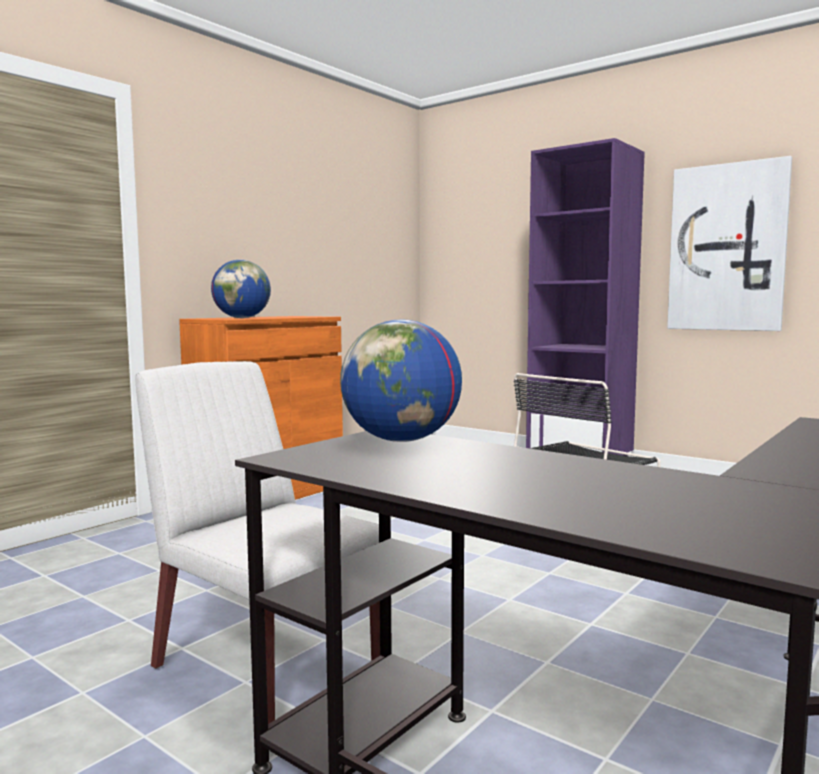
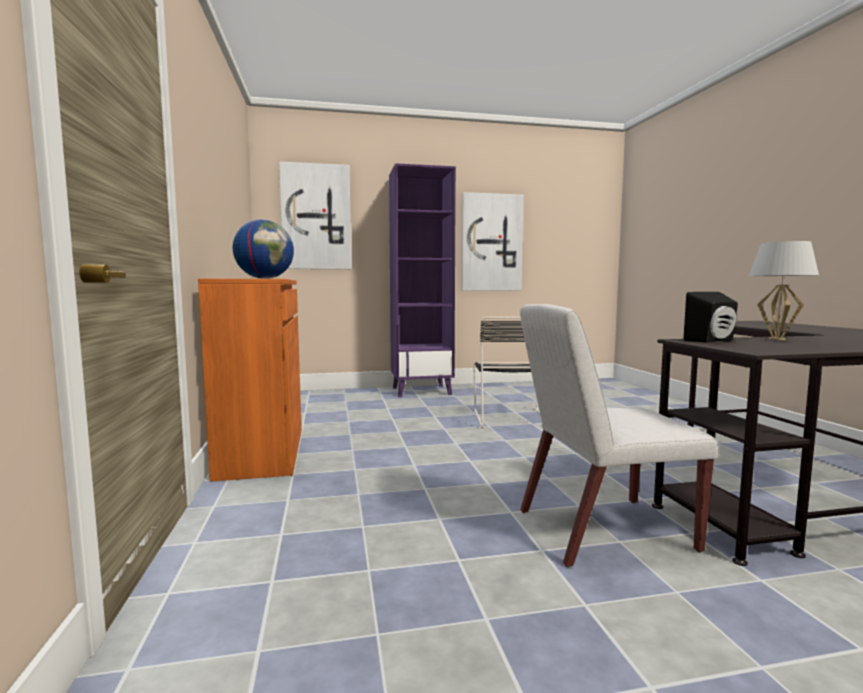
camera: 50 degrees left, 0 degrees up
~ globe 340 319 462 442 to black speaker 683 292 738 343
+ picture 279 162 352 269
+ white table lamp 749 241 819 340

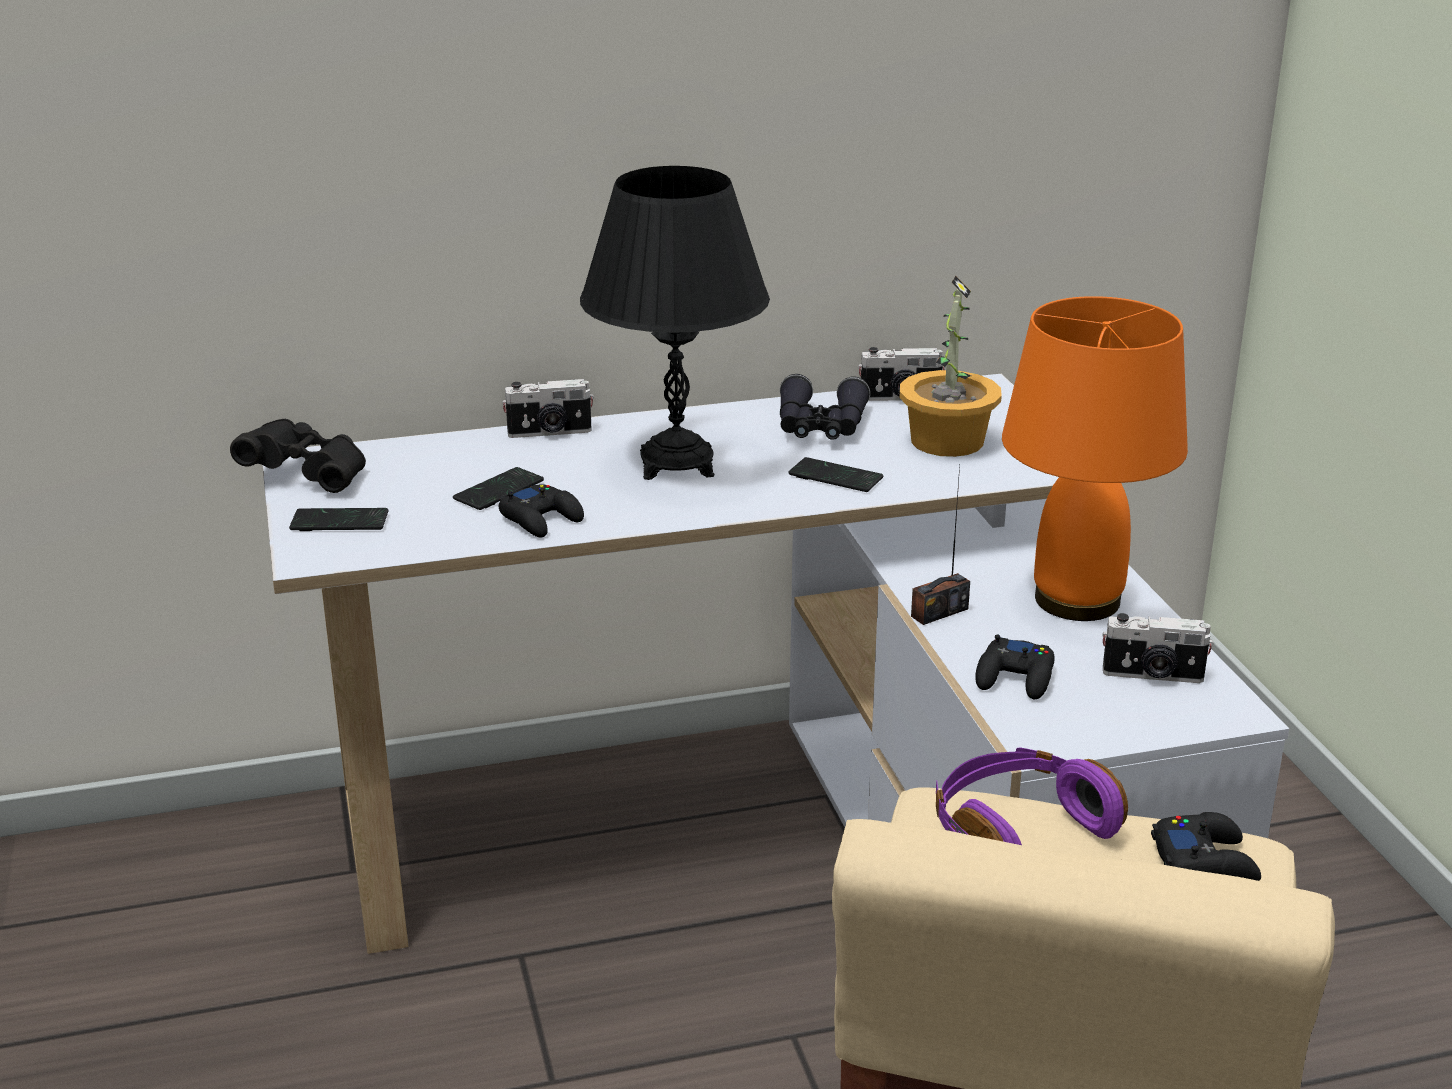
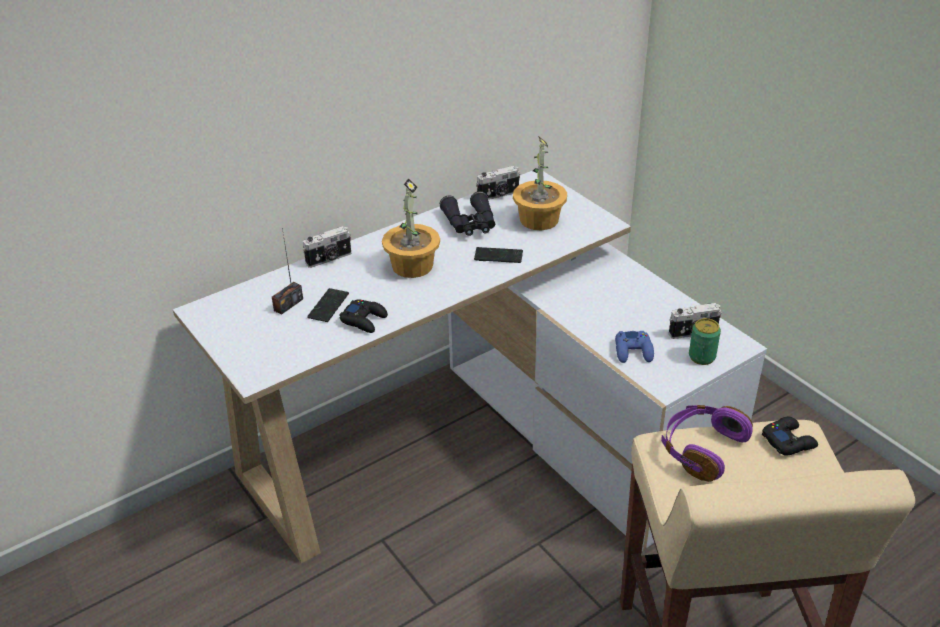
camera: 20 degrees left, 10 degrees up
- black binoculars 230 419 366 493
- phone 289 508 388 531
~ black table lamp 580 166 770 480 to potted plant 382 178 440 278
~ radio 911 465 970 625 to 272 228 303 315
~ black game controller 975 635 1055 699 to blue game controller 615 331 654 363
- orange table lamp 1002 296 1188 621
+ can 689 318 721 365

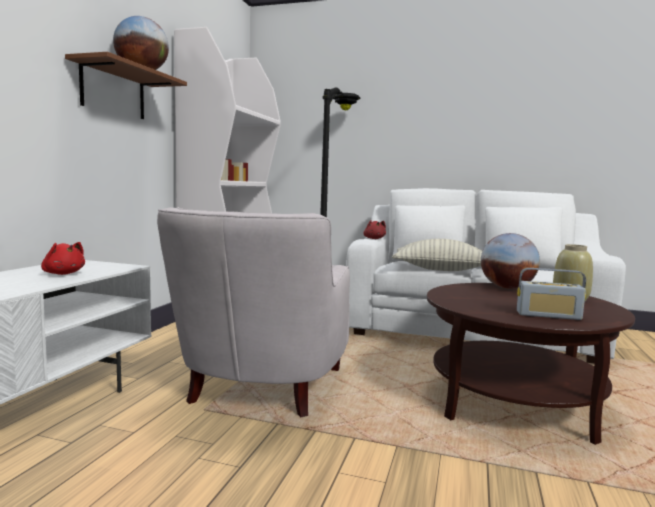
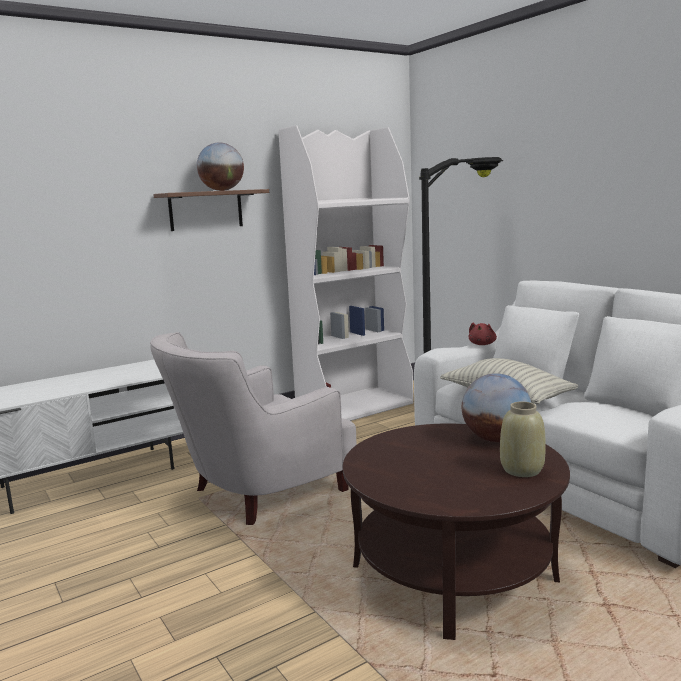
camera: 40 degrees right, 5 degrees up
- red plush toy 41 242 85 275
- radio 517 268 586 320

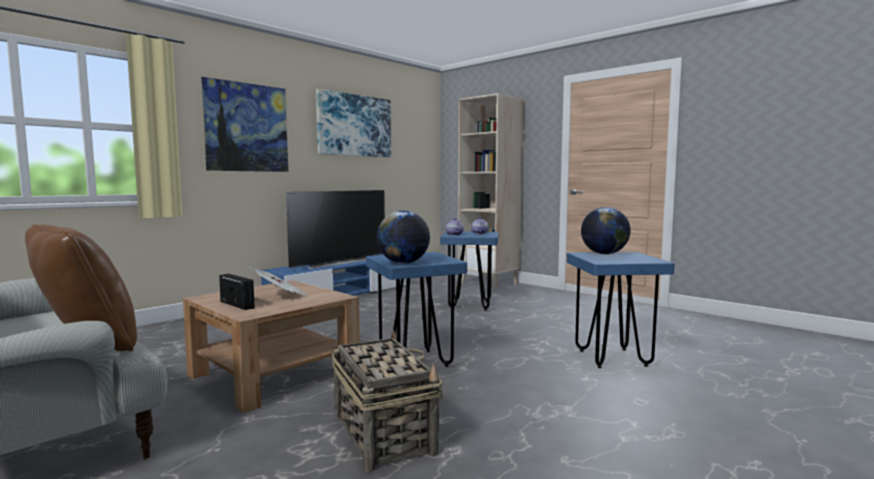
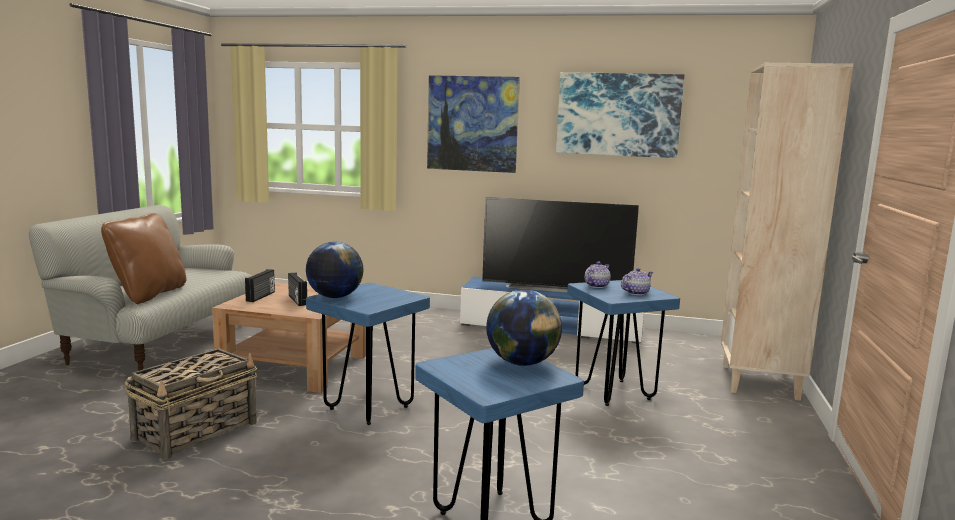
camera: 60 degrees right, 5 degrees up
~ newspaper 249 267 308 296 to radio 288 273 307 306

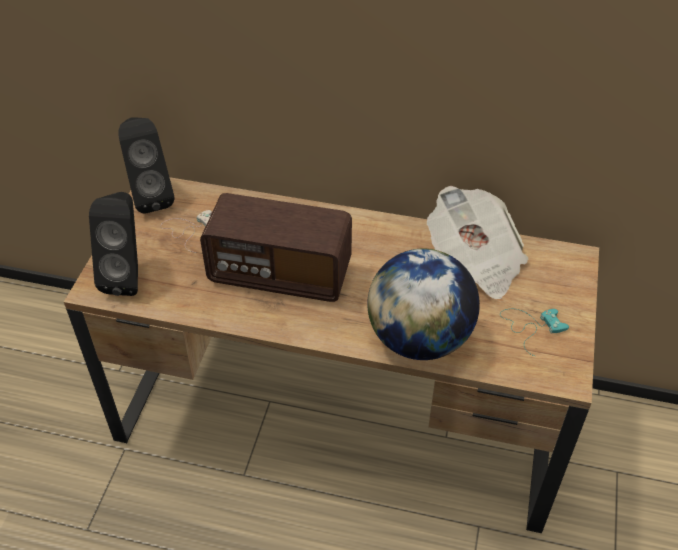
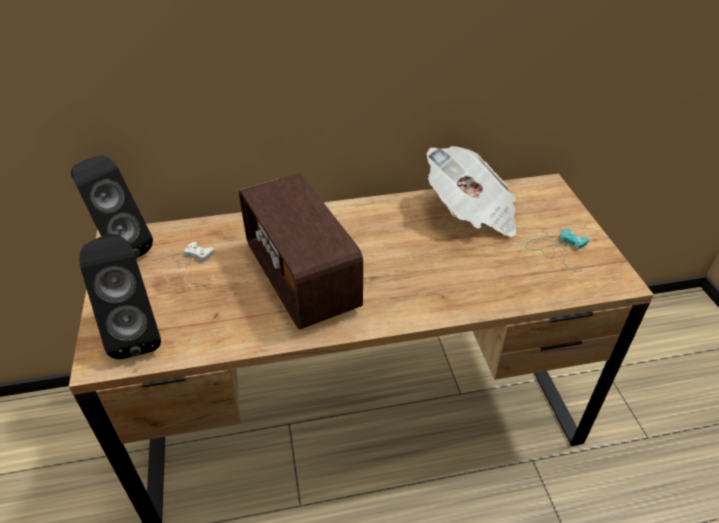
camera: 25 degrees left, 5 degrees down
~ radio 200 193 352 302 = 239 173 363 330 75 degrees clockwise
- globe 367 249 480 360

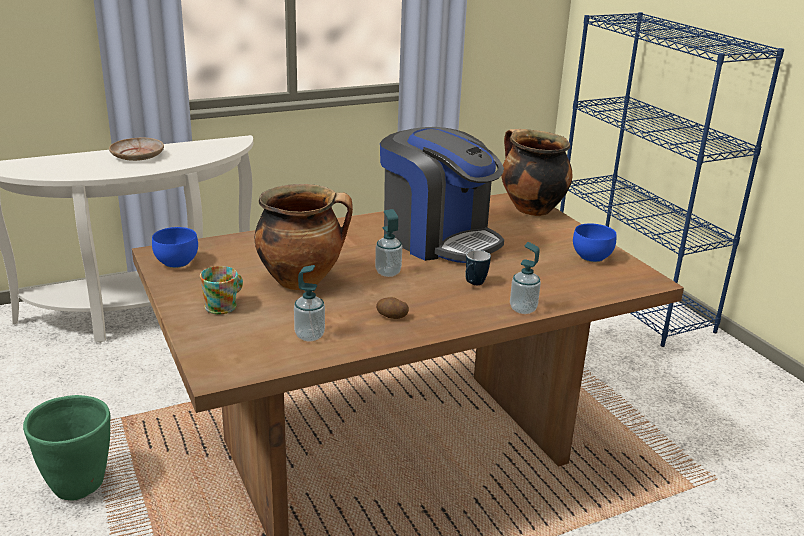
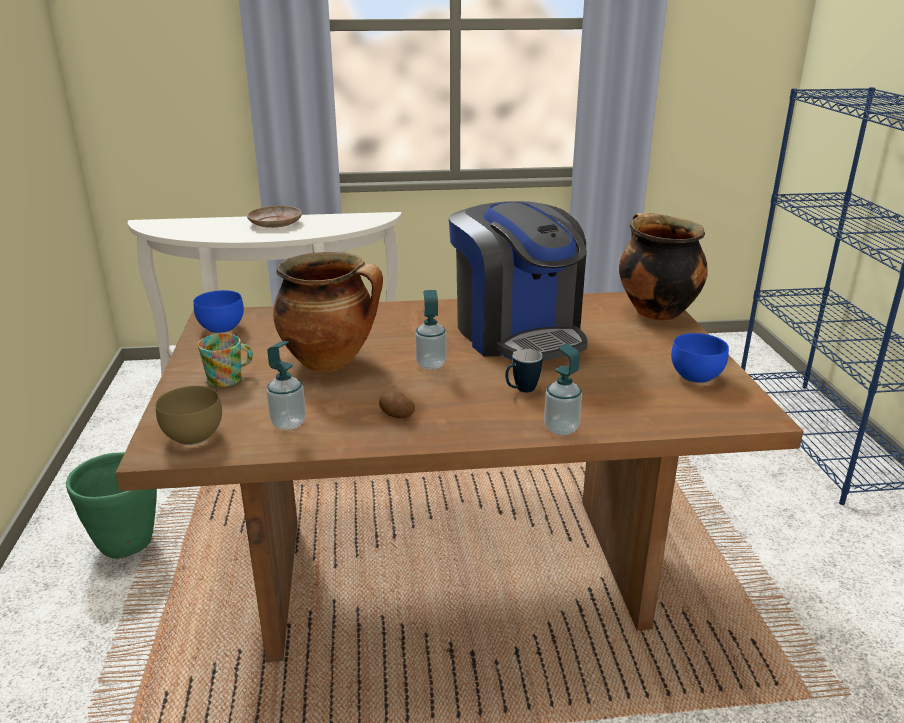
camera: 20 degrees right, 0 degrees up
+ brown bowl 156 386 222 445

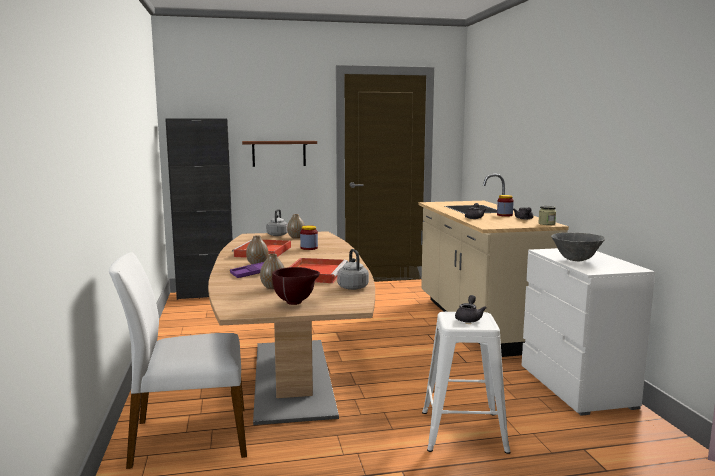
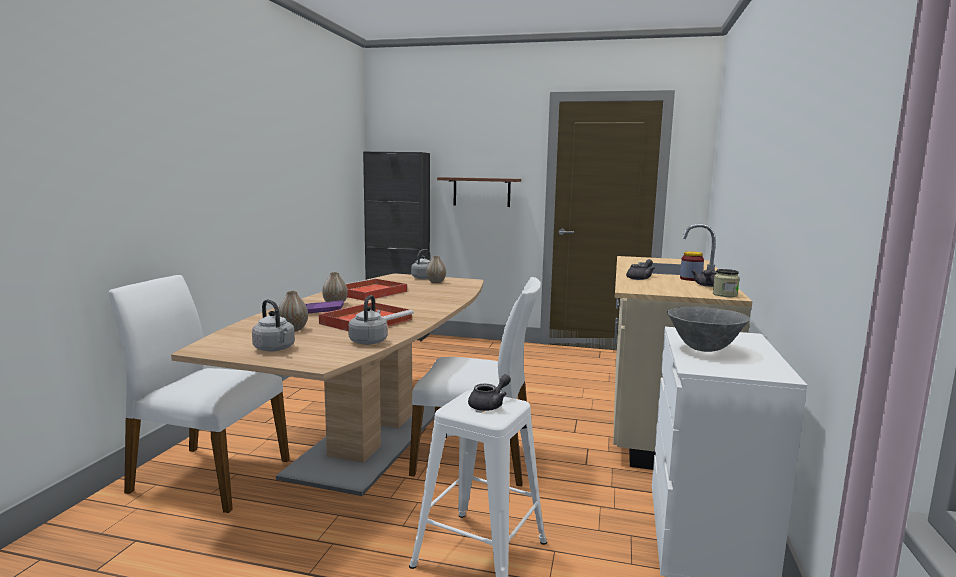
camera: 25 degrees right, 0 degrees up
~ brown bowl 272 267 320 305 to grey kettle 252 299 295 351
- jar 300 226 318 250
+ white chair 409 277 541 486

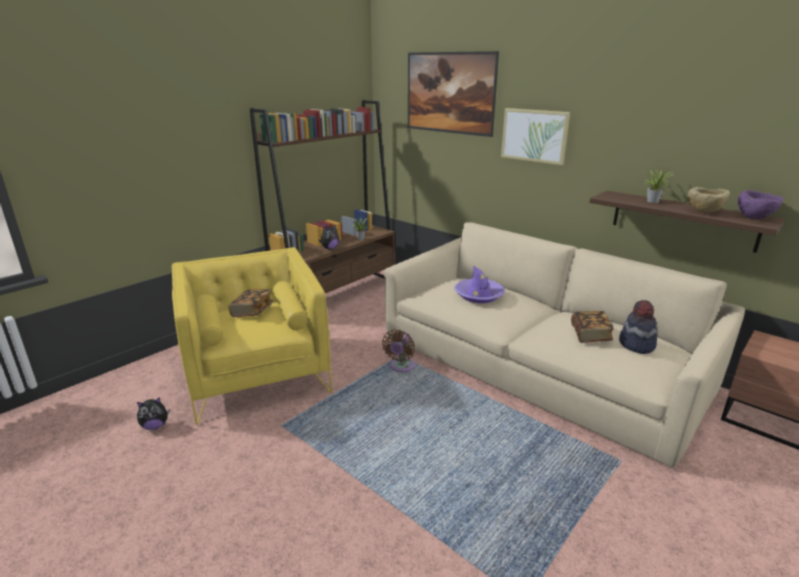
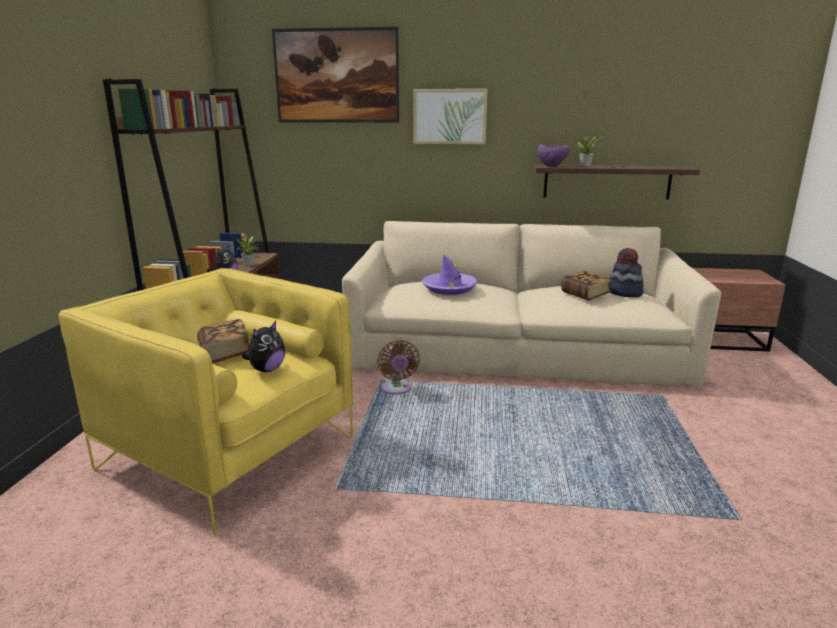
camera: 35 degrees left, 5 degrees down
~ plush toy 137 397 170 430 to 242 321 285 372
- beige bowl 688 187 730 212
~ purple bowl 738 190 783 219 to 537 144 570 166

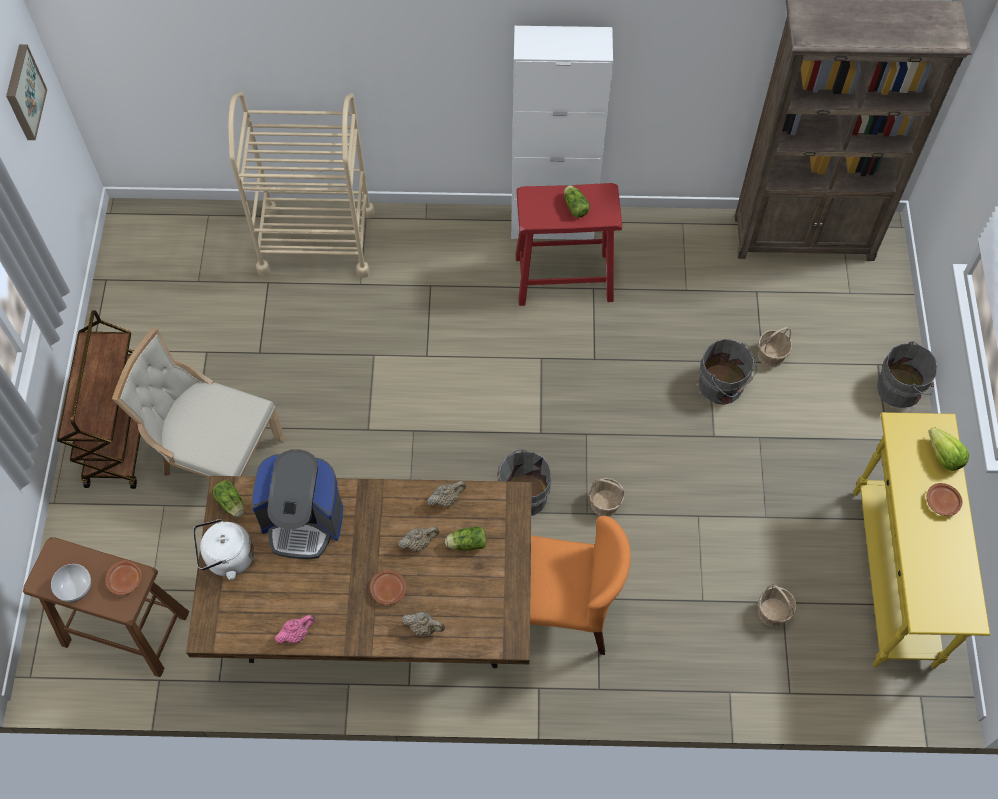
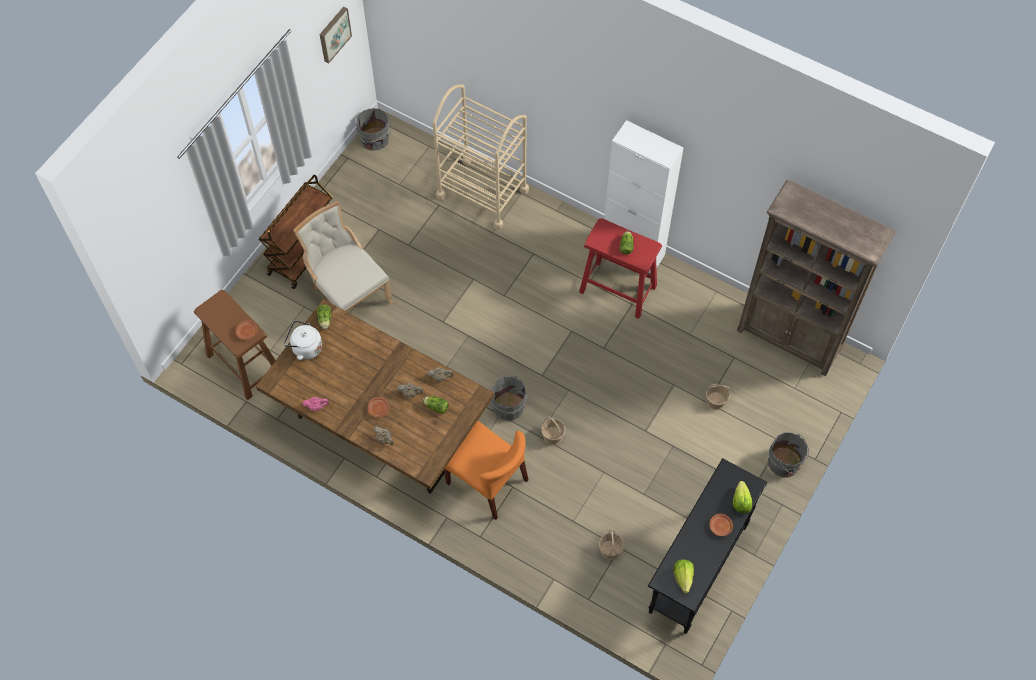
camera: 30 degrees right, 0 degrees up
- bowl 51 564 91 602
- coffee machine 251 449 343 559
~ grey bucket 698 339 757 405 to 356 108 391 151
~ yellow console table 853 412 990 669 to black console table 648 458 767 634
+ lettuce 673 559 694 593

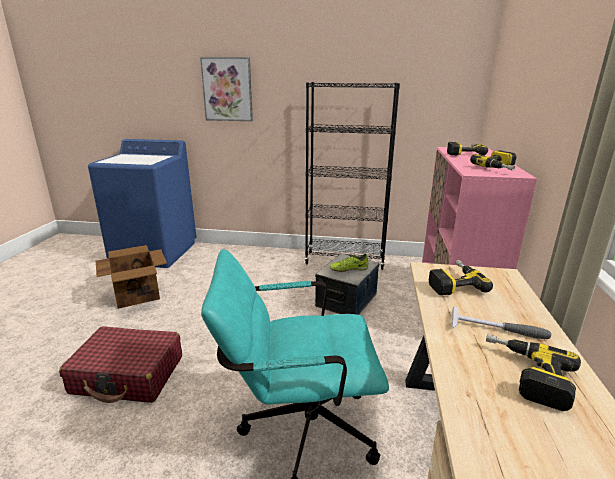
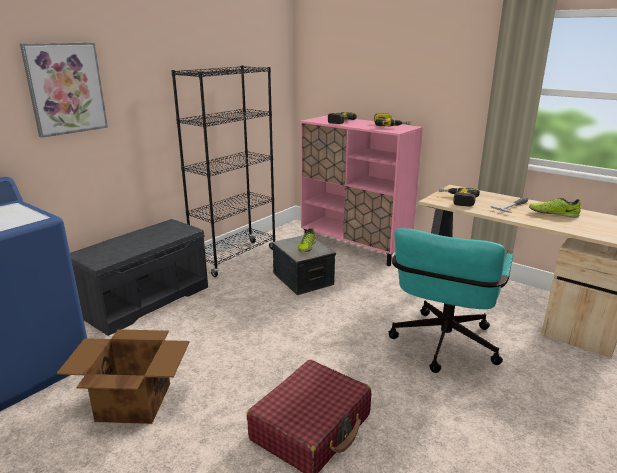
camera: 60 degrees left, 0 degrees up
~ power drill 486 334 581 411 to shoe 529 198 581 218
+ grey bench 70 219 208 336

